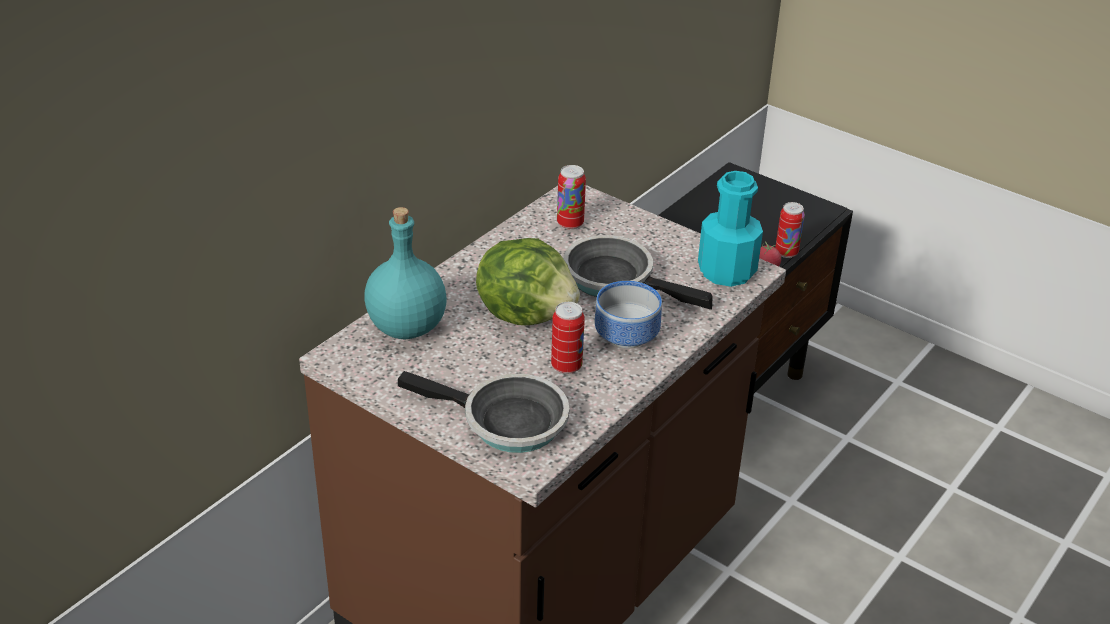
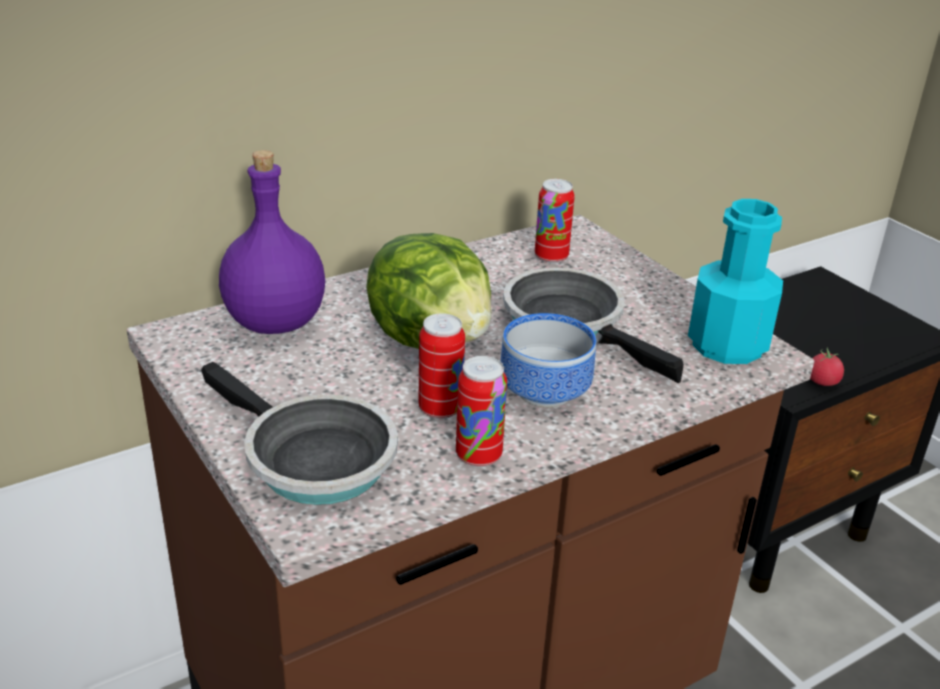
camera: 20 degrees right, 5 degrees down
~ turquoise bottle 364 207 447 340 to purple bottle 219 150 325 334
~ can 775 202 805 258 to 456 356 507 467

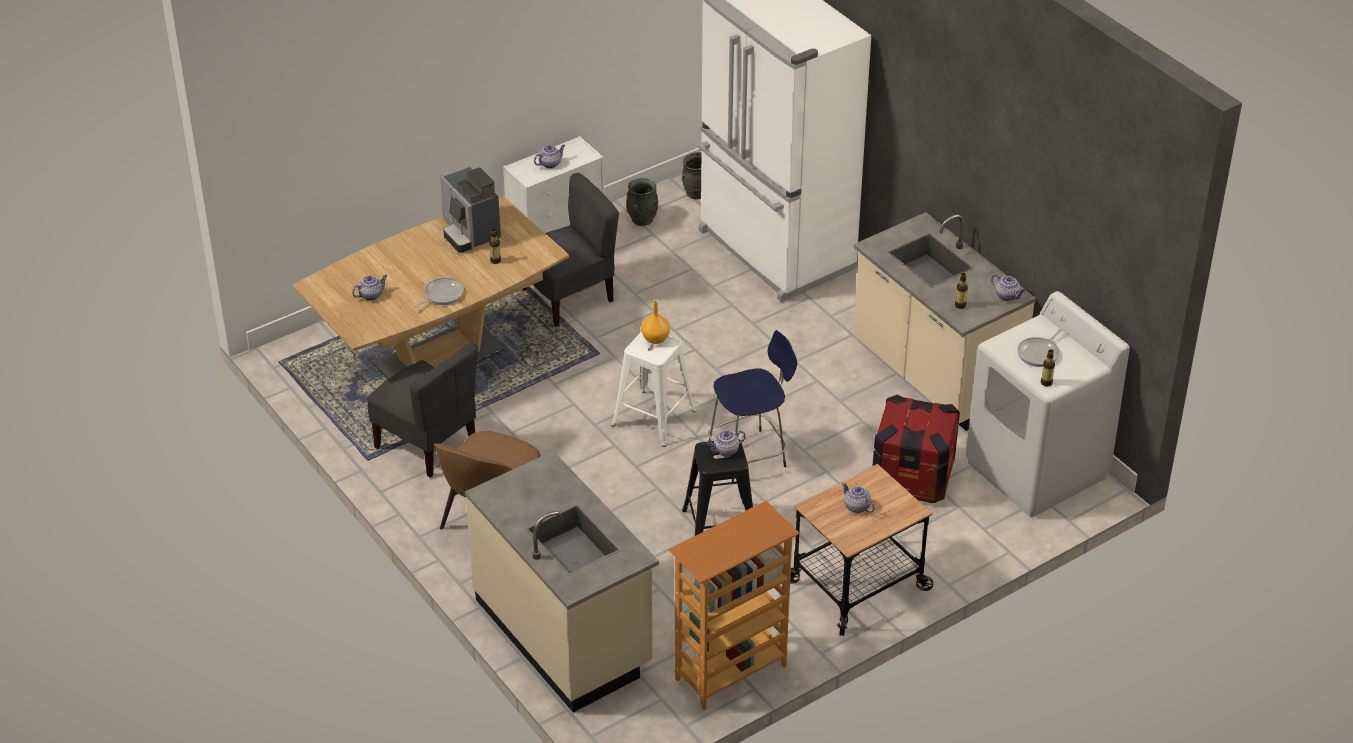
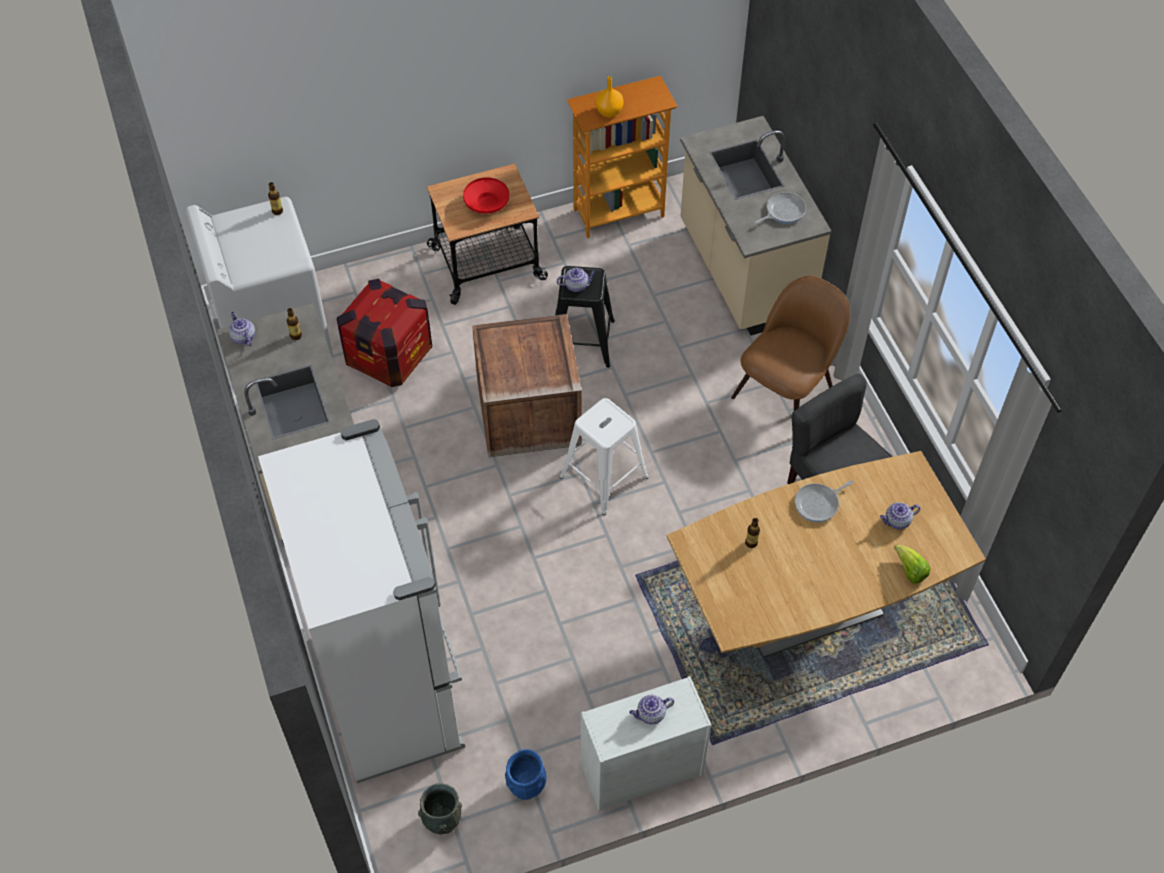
camera: 165 degrees left, 15 degrees up
- coffee machine 440 167 501 253
- grey chair 522 173 619 327
~ grey vase 626 178 658 226 to blue vase 505 749 546 800
~ orange vase 641 301 670 344 to 595 76 624 117
~ blue stool 708 330 797 482 to crate 472 314 582 457
~ teapot 841 482 875 513 to red bowl 463 177 509 214
~ frying pan 1017 328 1063 367 to 755 192 806 224
+ lettuce 894 545 931 583

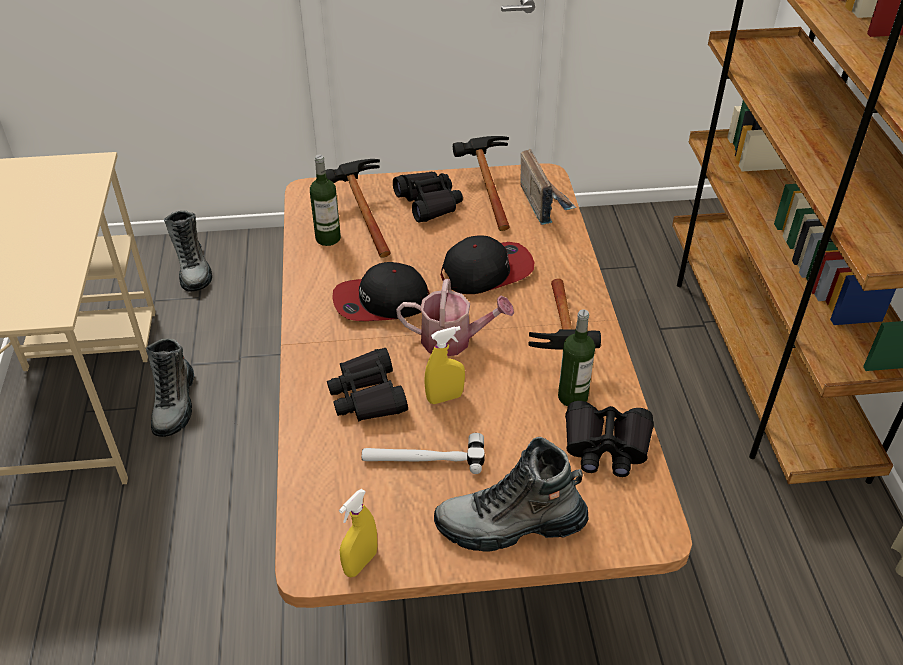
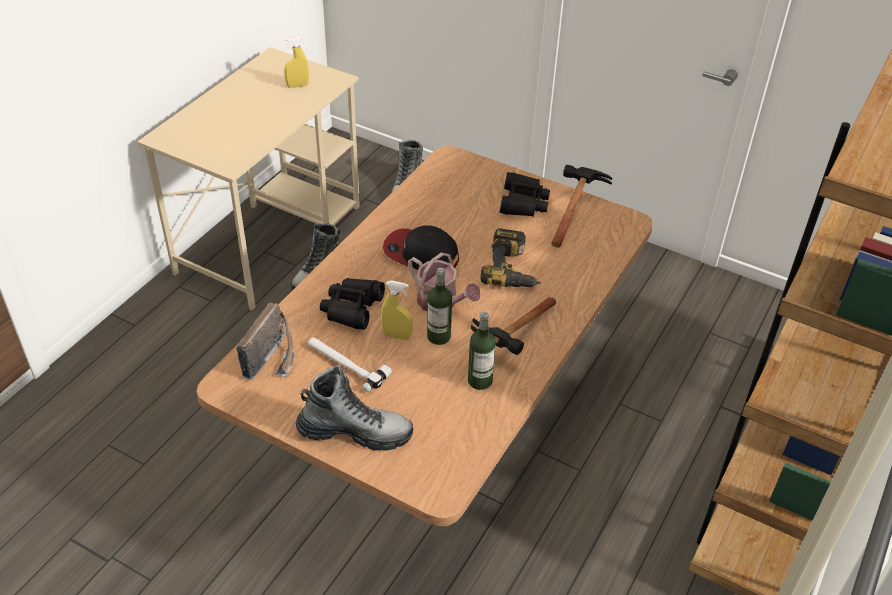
camera: 35 degrees right, 0 degrees up
~ bottle 310 155 341 246 to 427 268 452 345
- hammer 326 159 391 258
~ yellow spray bottle 339 489 377 577 to 284 36 309 88
~ boot 434 437 589 552 = 296 366 413 450 150 degrees clockwise
~ cap 441 236 535 294 to power drill 480 228 541 287
~ radio 521 149 576 225 to 237 303 295 380
- black binoculars 565 401 654 477

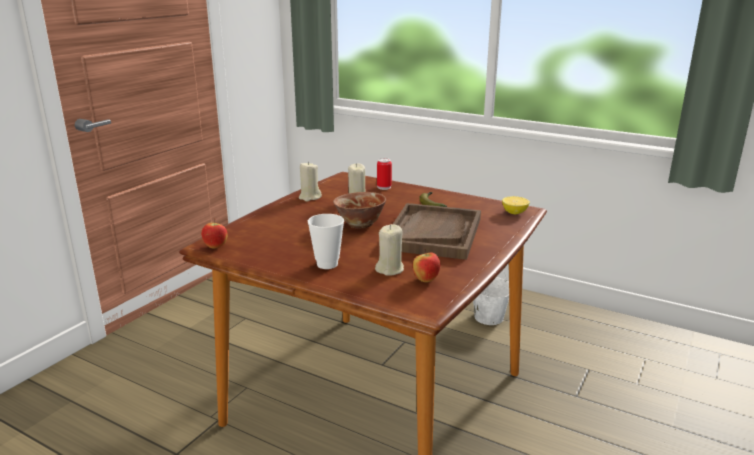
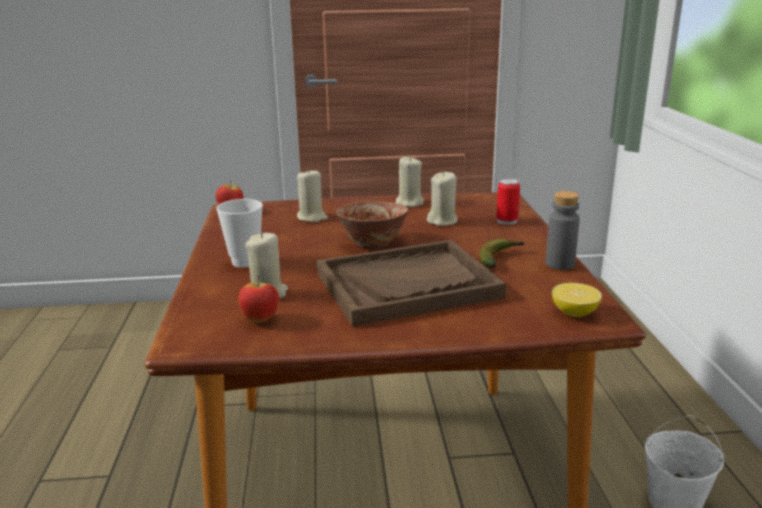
camera: 55 degrees right, 0 degrees up
+ beige candle 297 169 328 222
+ grey bottle 546 191 580 270

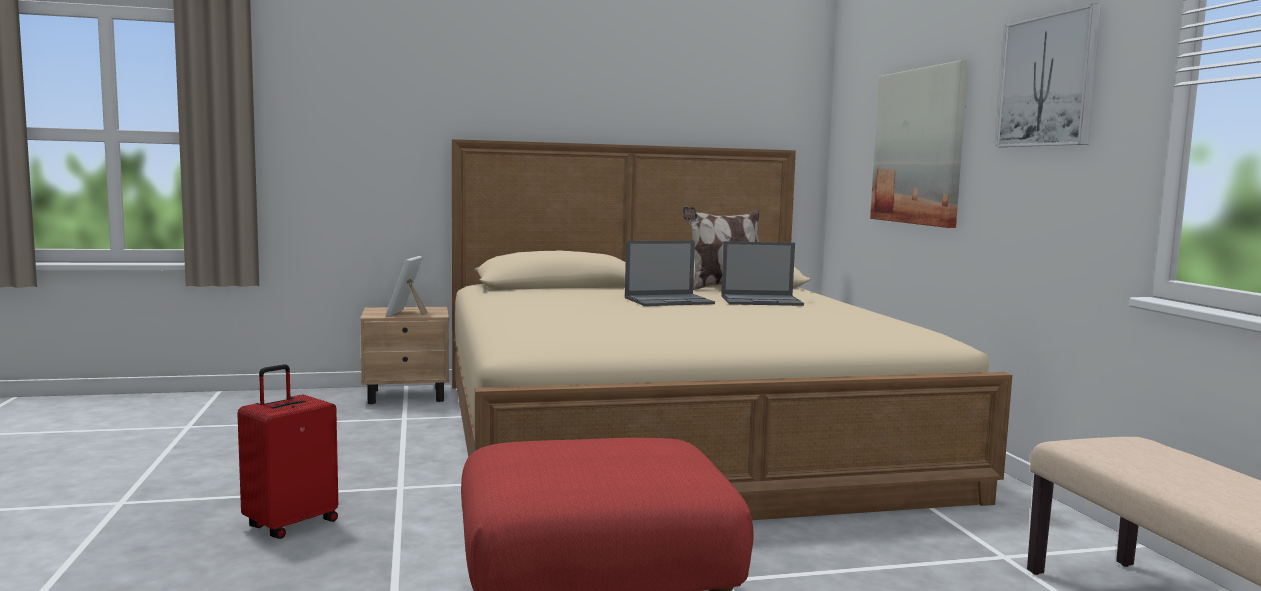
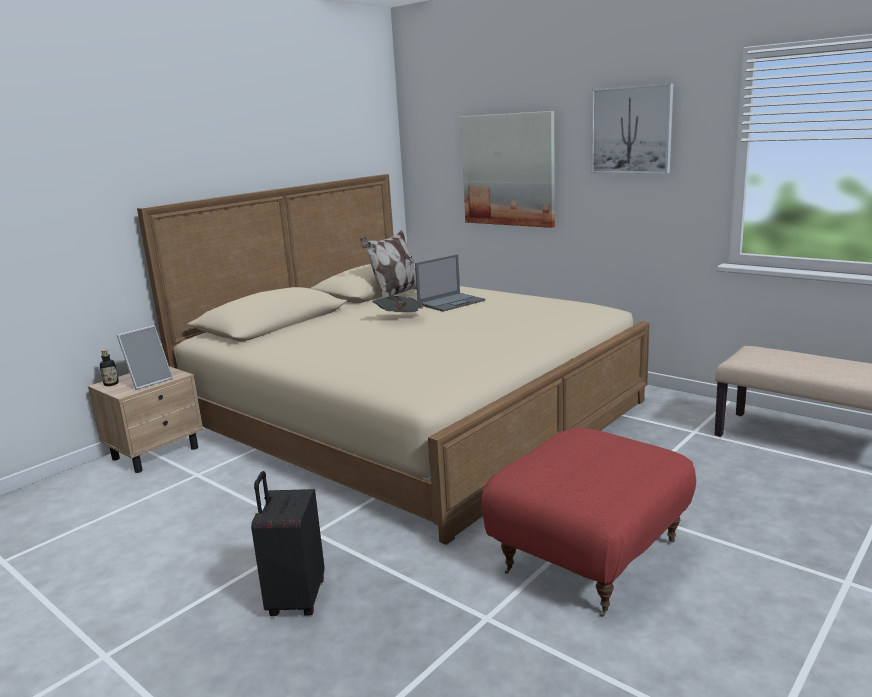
camera: 35 degrees left, 10 degrees up
~ red suitcase 237 364 338 539 to black suitcase 251 471 324 616
~ picture frame 386 256 428 316 = 117 325 173 390 105 degrees counterclockwise
~ laptop 625 241 715 306 to newspaper 372 296 424 312
+ bottle 100 350 119 386

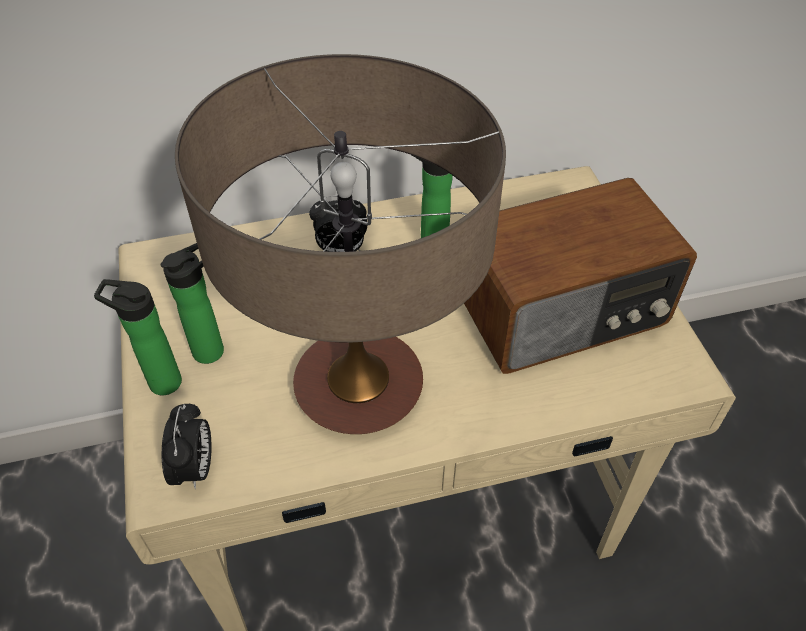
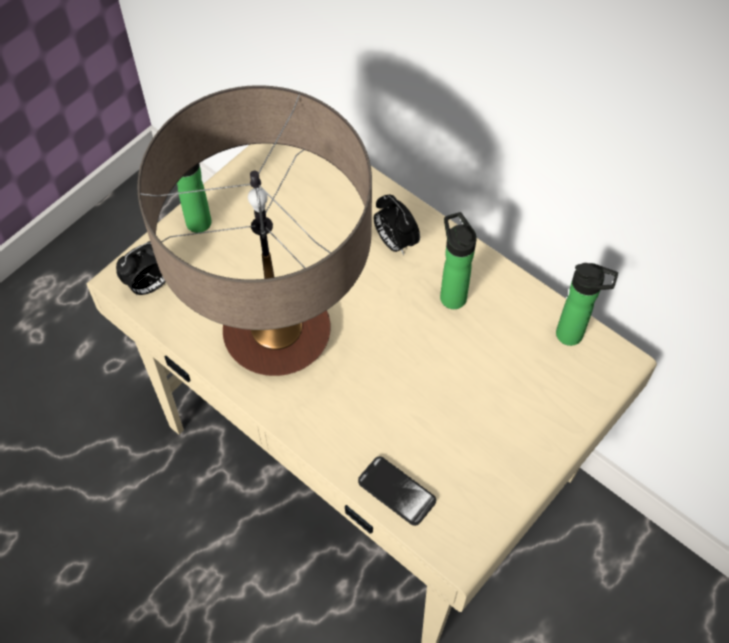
camera: 55 degrees right, 10 degrees up
~ bottle 161 243 224 364 to 556 263 618 346
- radio 464 178 697 374
+ phone 358 457 436 526

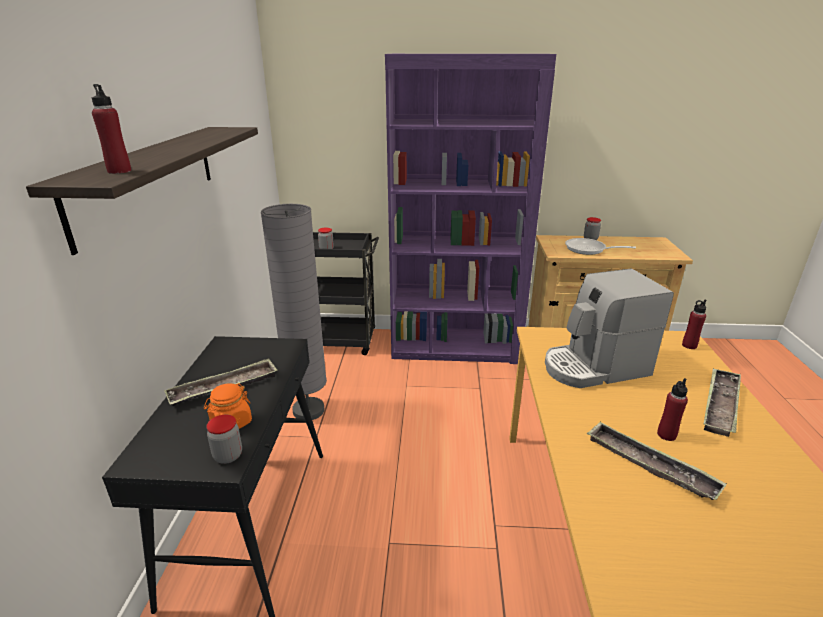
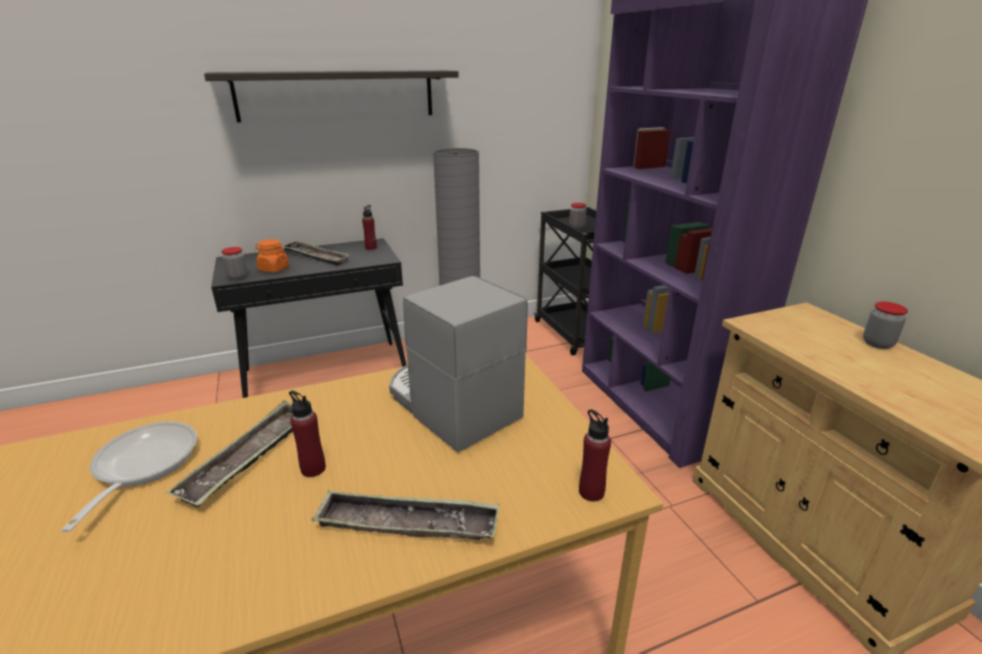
camera: 65 degrees right, 0 degrees up
~ red bottle 92 84 131 174 to 362 205 377 250
~ frying pan 565 238 636 255 to 61 421 197 532

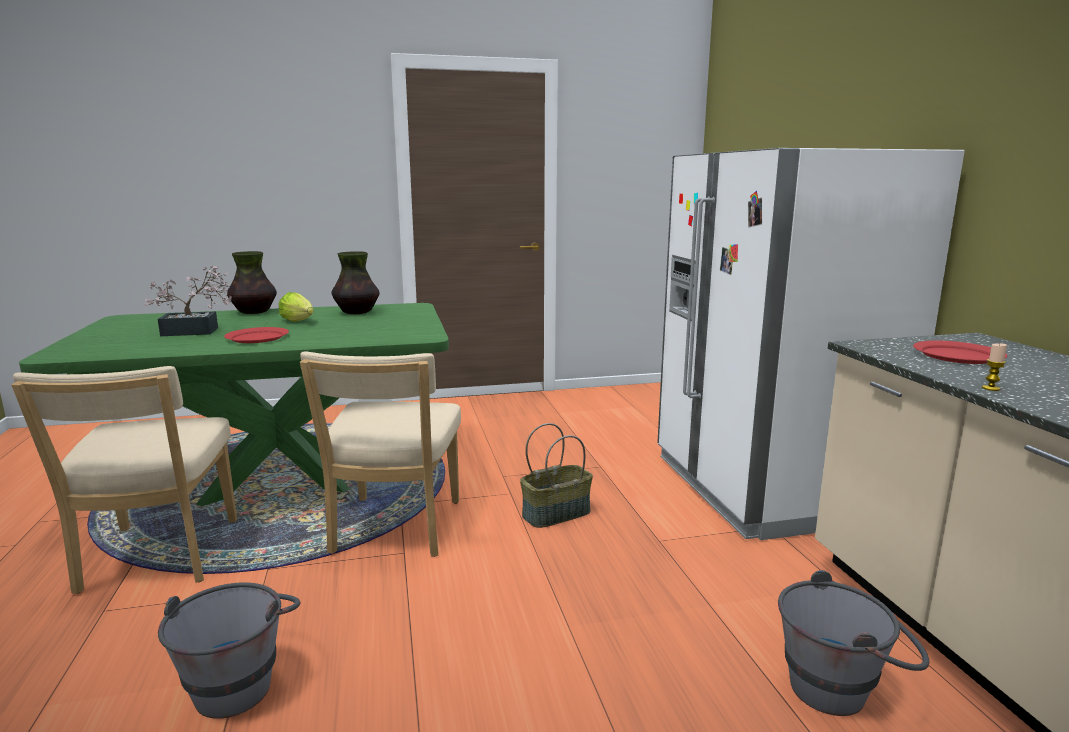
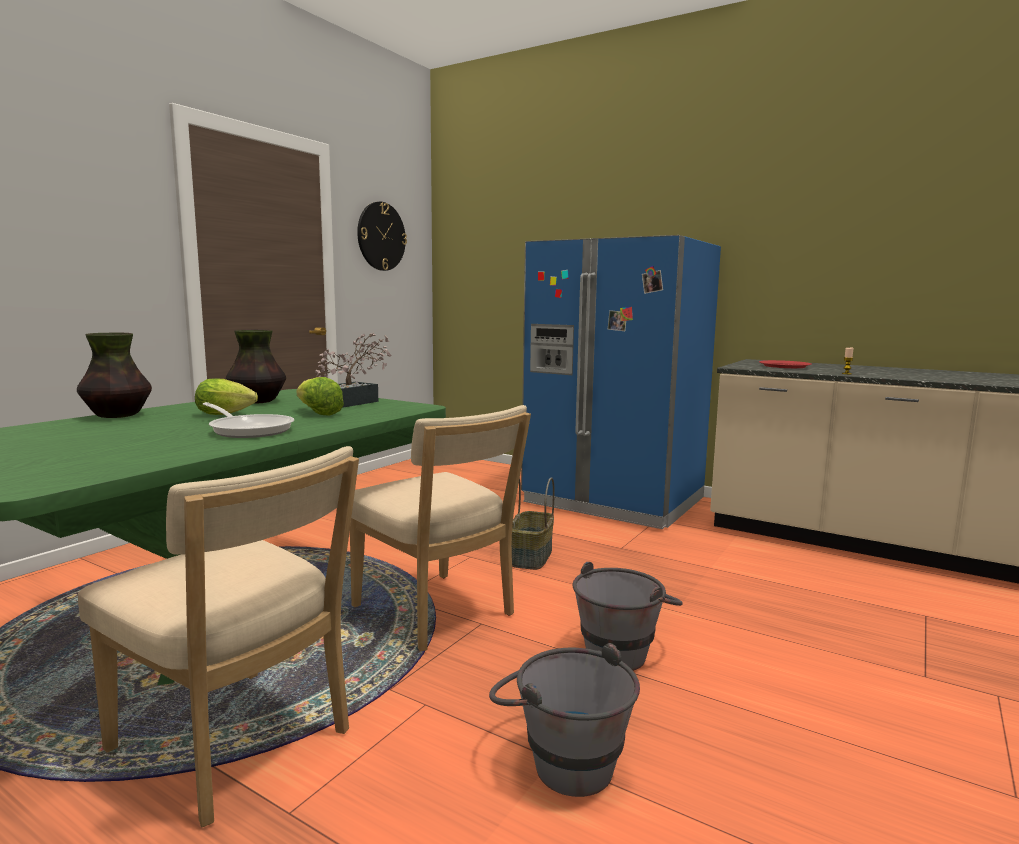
camera: 45 degrees left, 5 degrees down
~ potted plant 144 266 232 336 to 315 332 392 408
~ red plate 224 327 289 343 to frying pan 203 402 294 438
~ white fridge 657 148 965 540 to blue fridge 521 235 721 529
~ grey bucket 778 570 929 716 to 573 562 683 671
+ lettuce 297 377 344 415
+ wall clock 357 202 407 271

